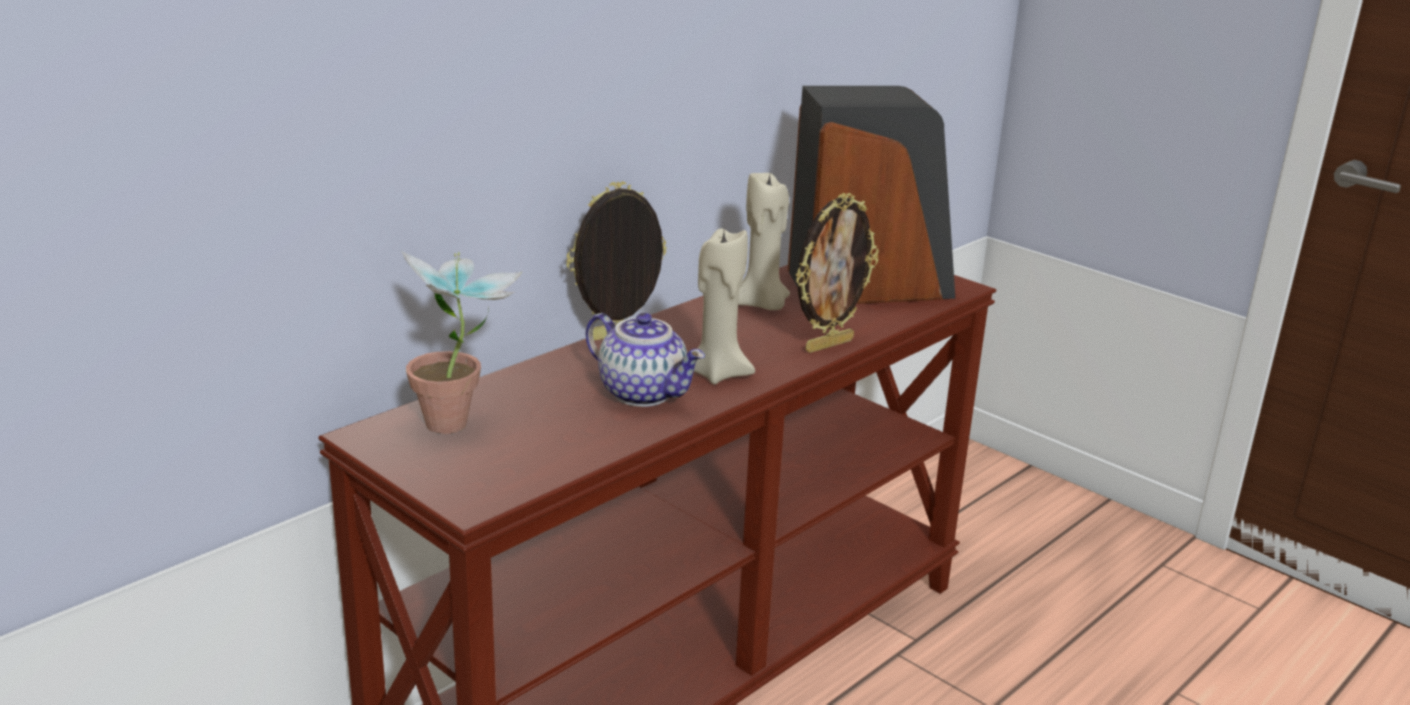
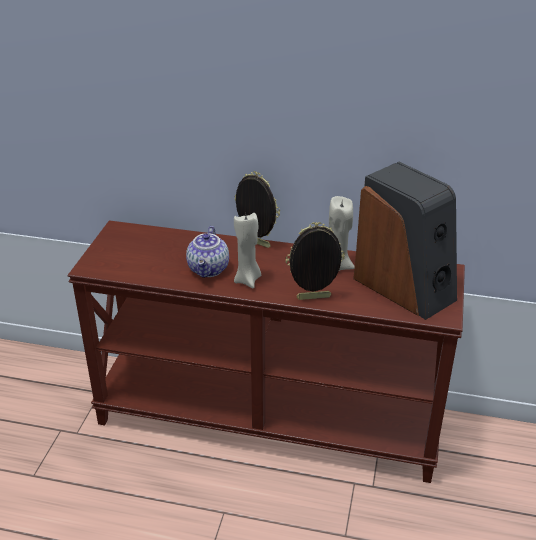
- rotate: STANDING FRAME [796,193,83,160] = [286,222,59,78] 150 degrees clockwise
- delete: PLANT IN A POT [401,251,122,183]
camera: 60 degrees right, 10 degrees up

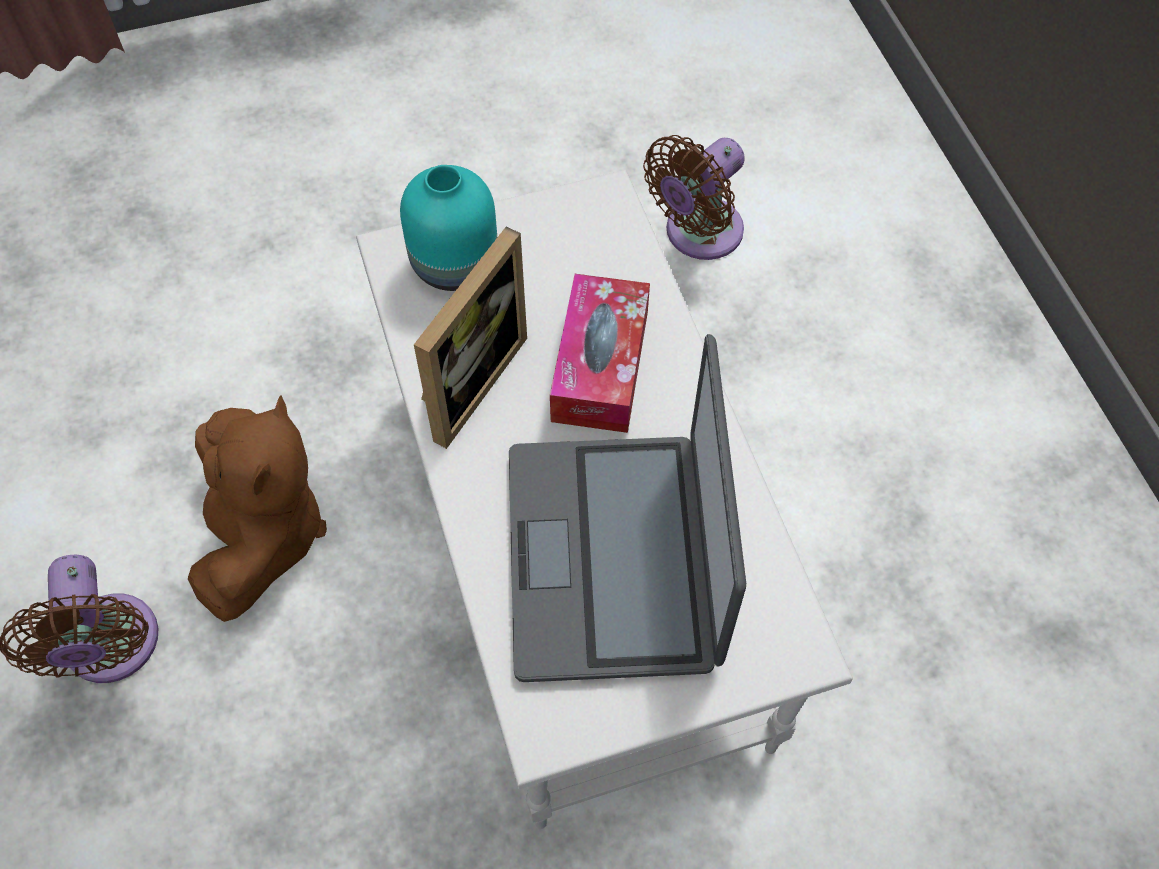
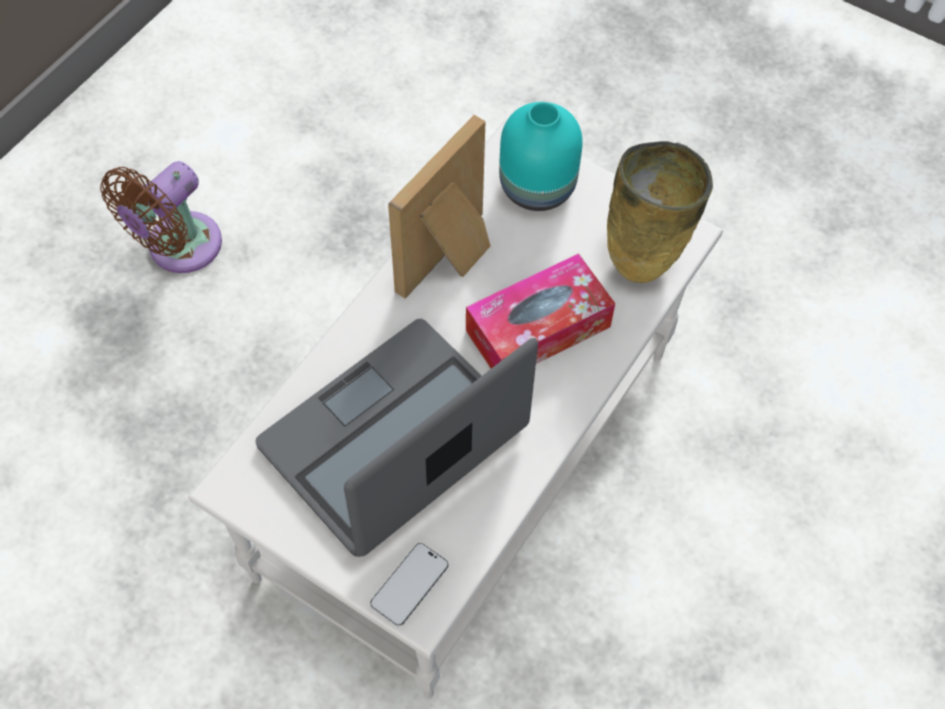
- insert: TELEPHONE [370,543,78,83]
- rotate: STANDING FRAME [414,227,113,222] = [388,115,102,184] 135 degrees clockwise
- insert: BEIGE-COLOURED FLOWER VASE [607,141,106,142]
- delete: BROWN SOFT TOY [188,395,139,227]
- delete: BROWN FAN [643,135,102,125]
camera: 50 degrees right, 0 degrees up

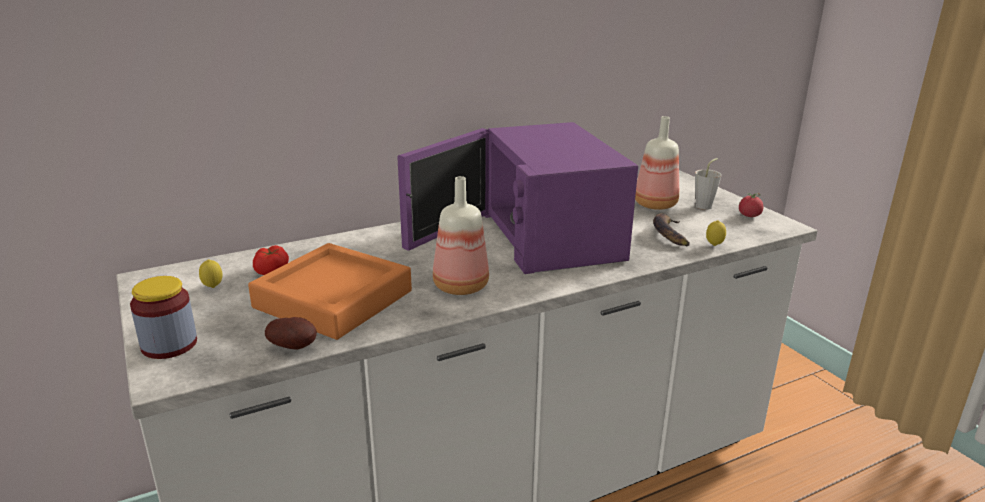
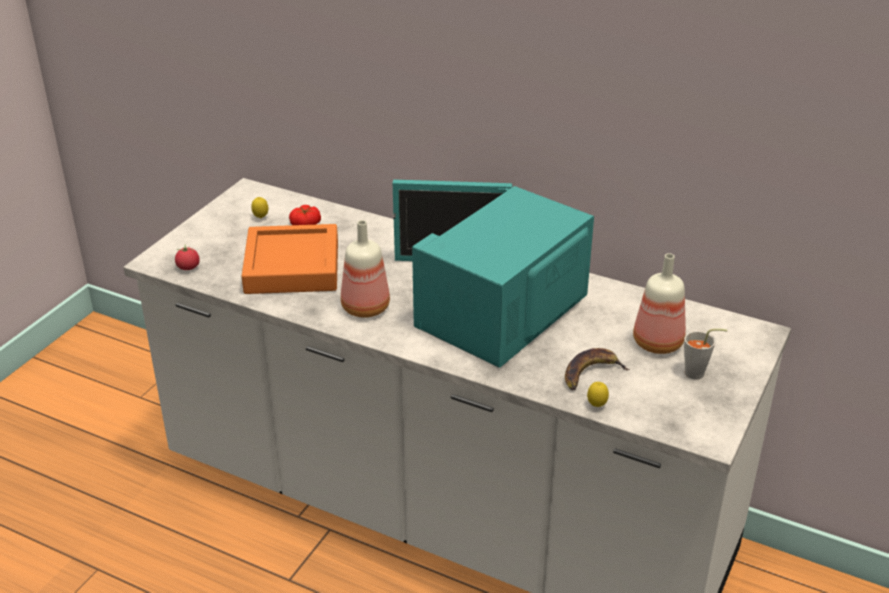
- move: TOMATO [739,193,25,24] to [175,245,25,25]
- recolor: PURPLE KITCHEN MICROWAVE [397,122,241,152] to BLUE-GREEN KITCHEN MICROWAVE [393,179,201,189]
- delete: JAR [130,276,67,83]
- delete: SPUD [265,317,52,32]
camera: 55 degrees right, 10 degrees up

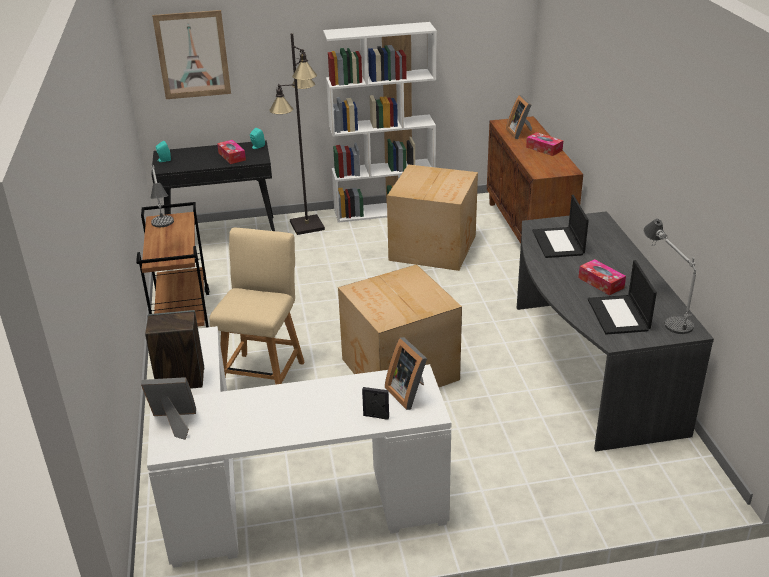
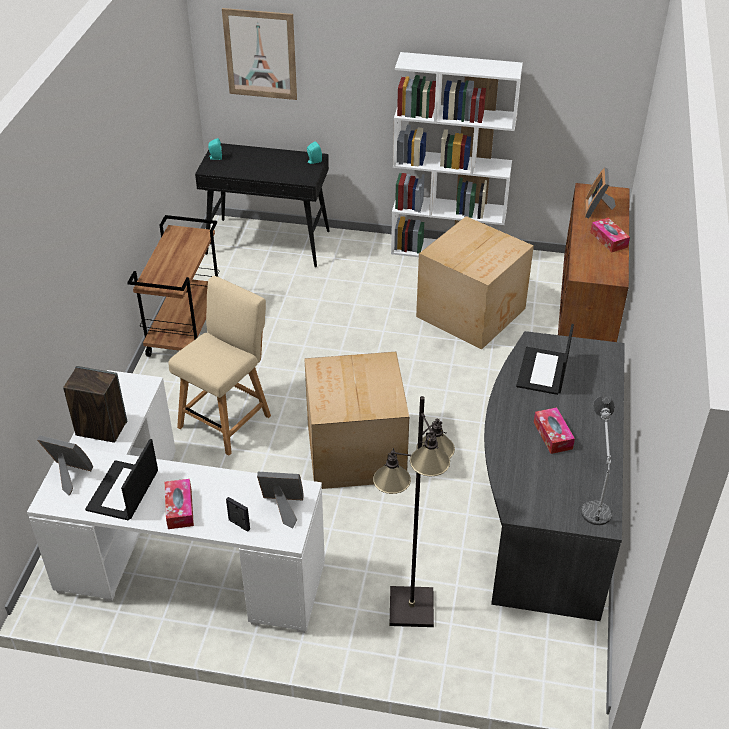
- move: LAPTOP [588,260,69,75] to [85,439,73,82]
- move: TISSUE HOLDER [217,140,29,24] to [165,479,29,50]
- rotate: STANDING FRAME [385,337,42,73] = [257,472,47,56] 105 degrees clockwise
- move: BLACK-COLOURED STANDARD LAMP [269,33,56,202] to [373,396,82,231]
- delete: TABLETOP LAMP [151,162,23,65]
camera: 20 degrees right, 10 degrees up

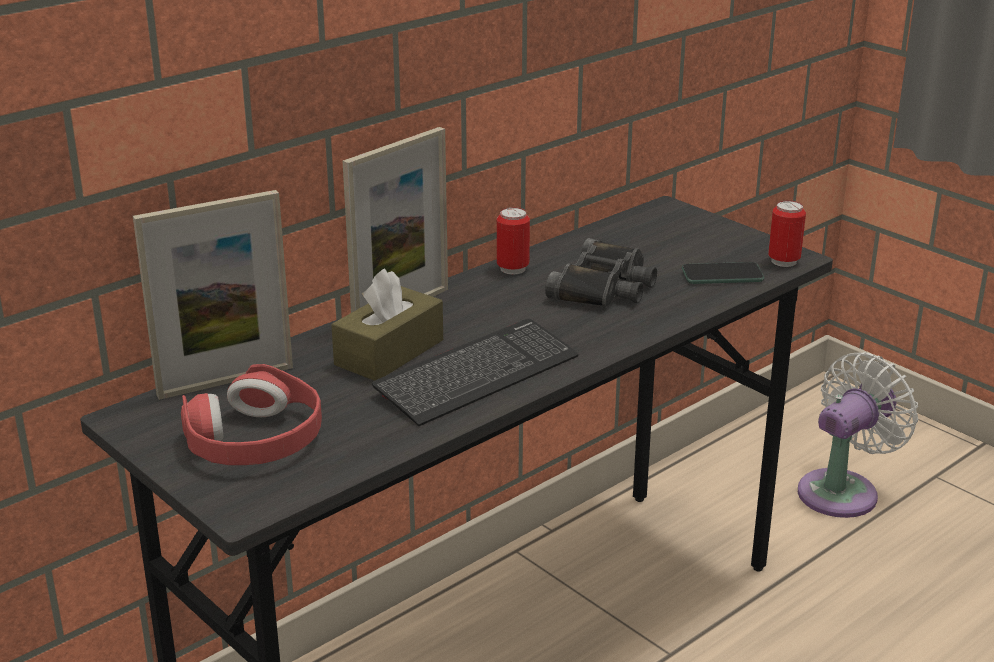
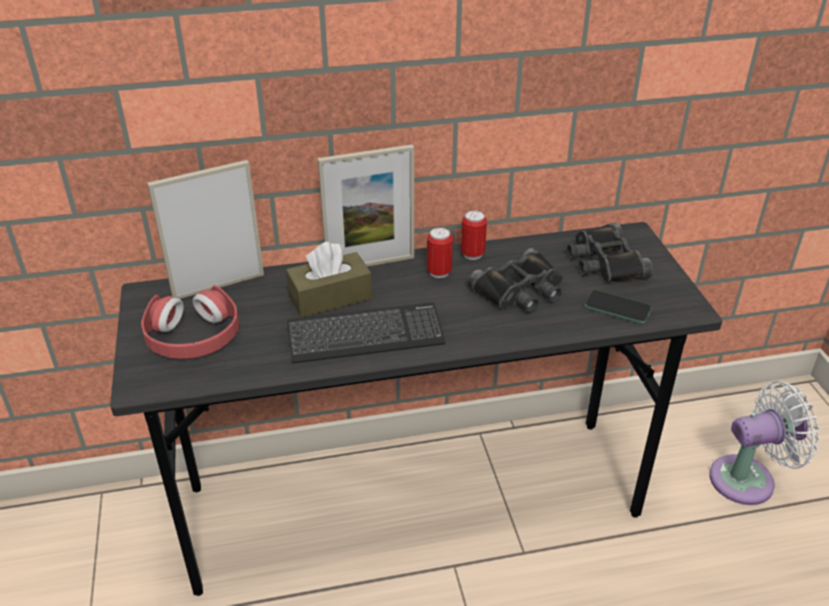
- rotate: STANDING FRAME [133,190,160,210] = [147,160,117,139] 150 degrees clockwise
- move: METAL CAN [768,200,38,67] to [427,227,26,51]
- insert: BLACK-COLOURED FIELD GLASSES [567,223,87,59]
camera: 30 degrees right, 10 degrees up

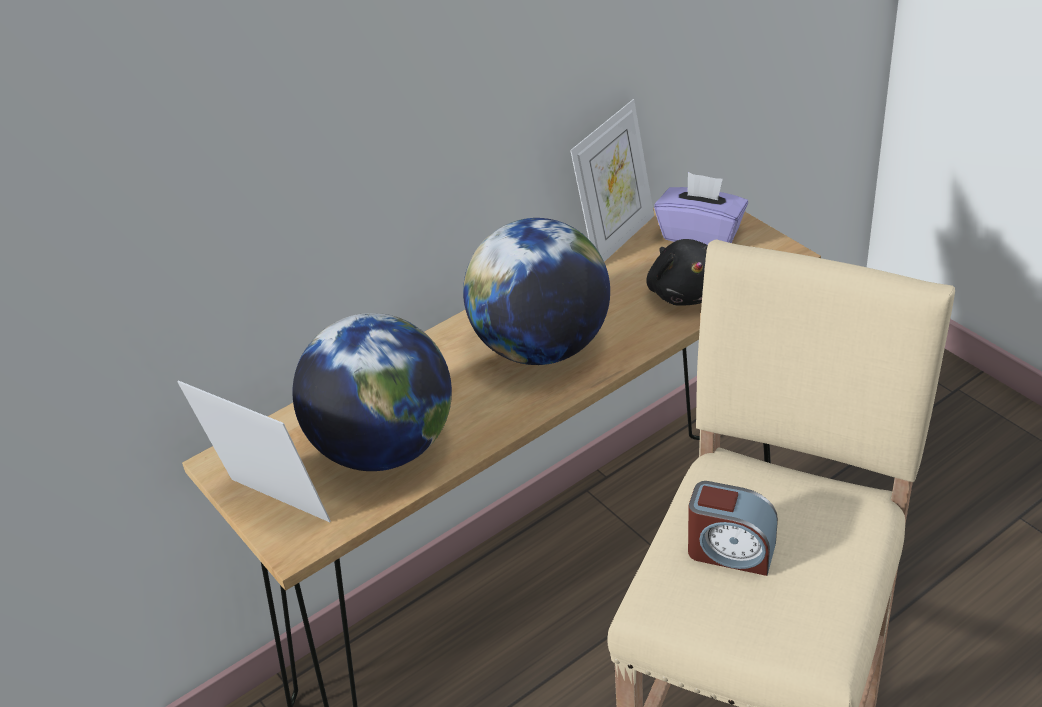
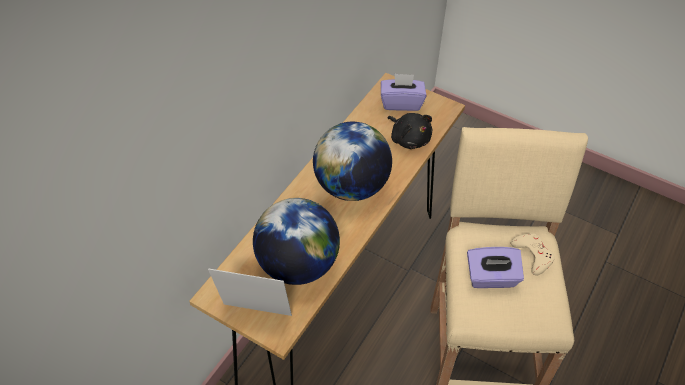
- replace: TABLE CLOCK [688,481,90,95] to PURPLE TISSUE HOLDER [467,247,57,41]
- insert: BEIGE-COLOURED JOYPAD [511,233,44,43]
- delete: STANDING FRAME [570,99,84,163]
camera: 25 degrees left, 10 degrees up

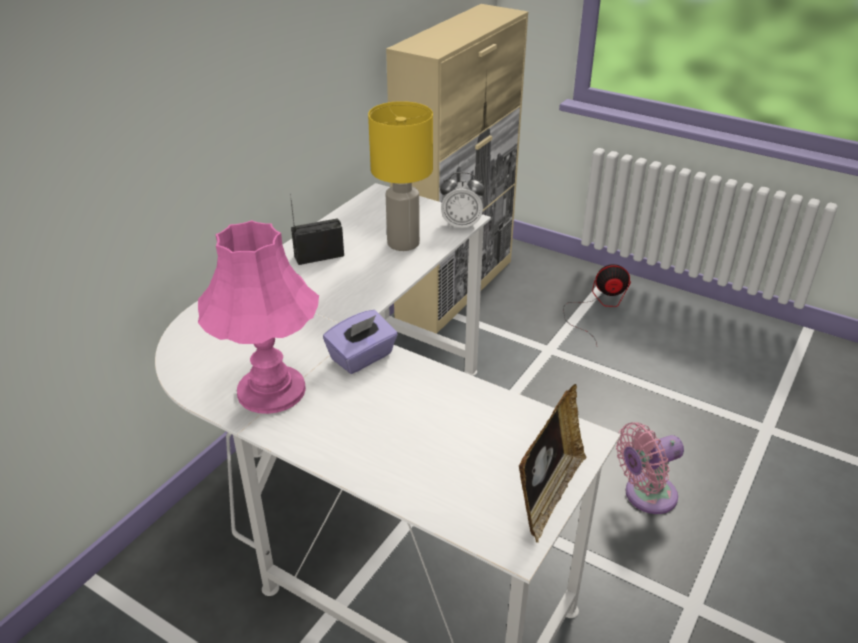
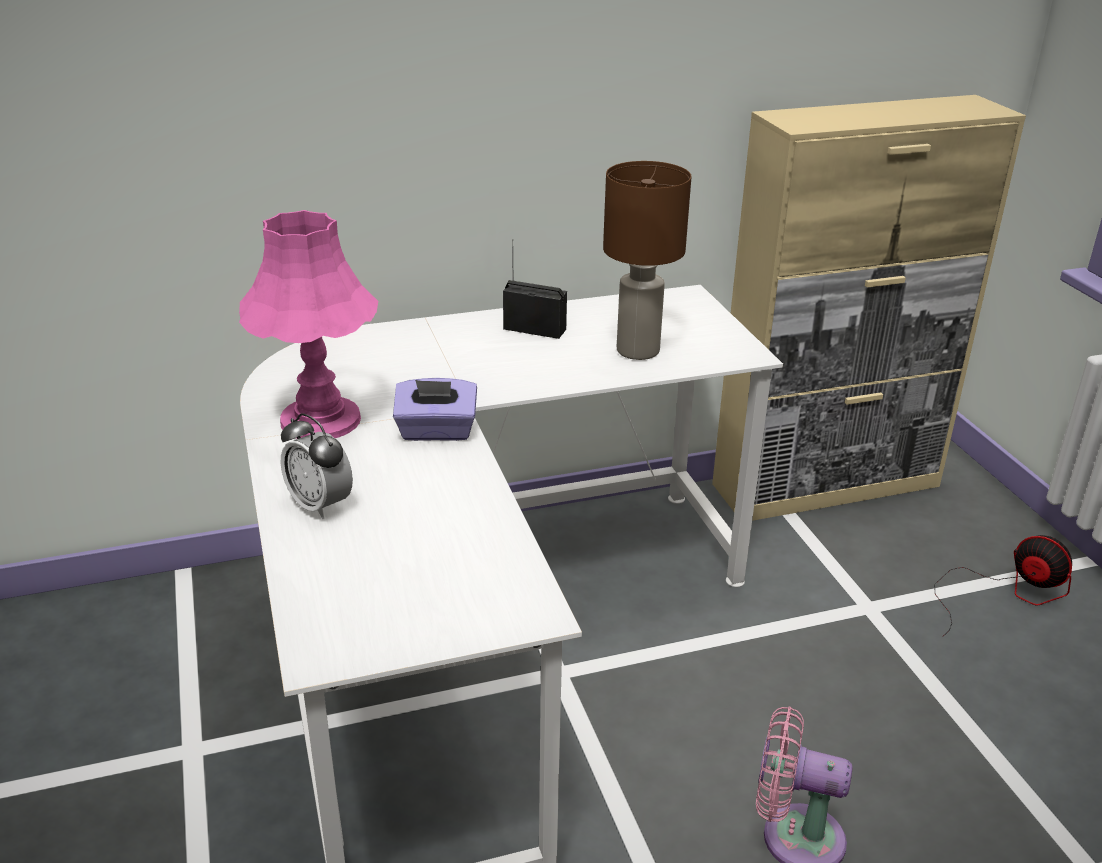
- move: TABLE CLOCK [440,172,45,58] to [281,413,72,106]
- recolor: YELLOWISH TABLETOP LAMP [368,101,65,150] to BROWN TABLETOP LAMP [603,161,89,199]
- delete: STANDING FRAME [519,384,68,159]
camera: 40 degrees right, 5 degrees down

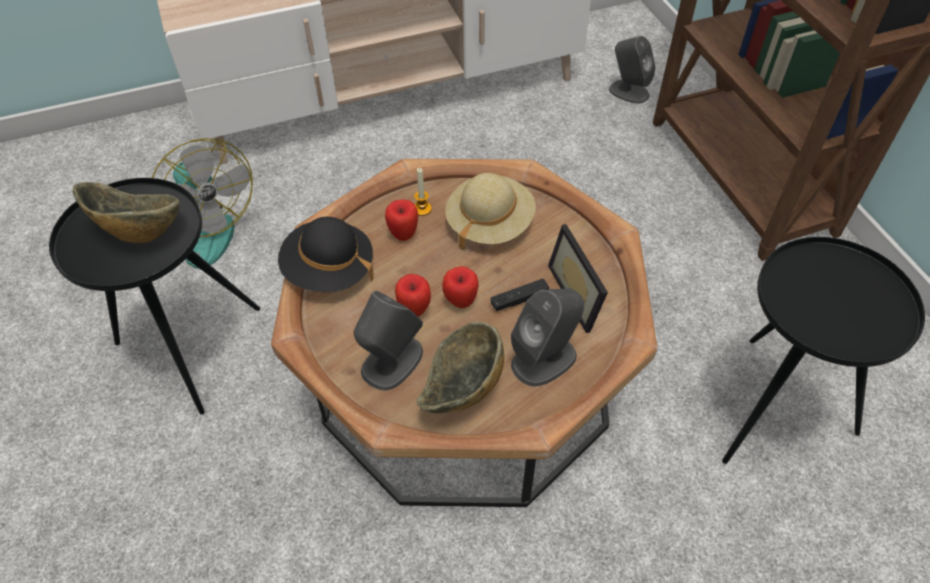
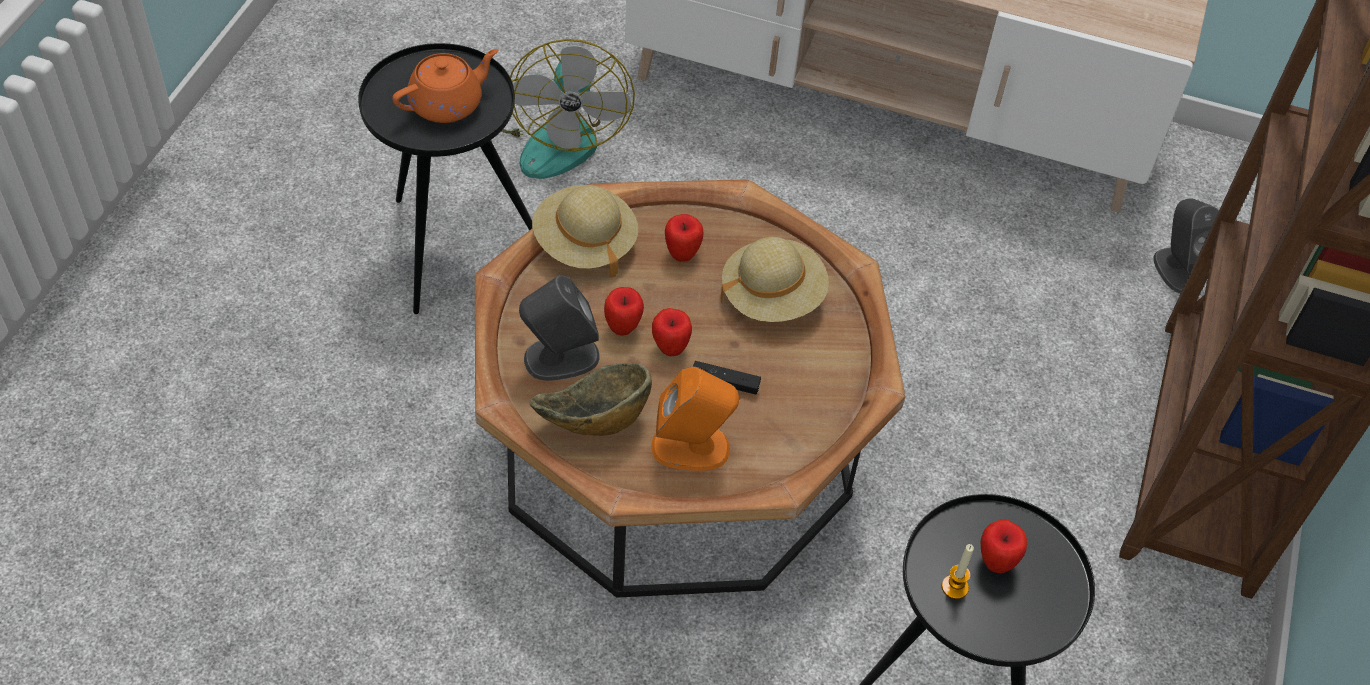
- replace: BOWL [73,182,107,61] to ORANGE POT FOR TEA [392,49,106,74]
- recolor: BLACK-COLOURED CLOTHING HAT [278,217,96,75] to BEIGE-COLOURED CLOTHING HAT [532,185,106,92]
- recolor: GREYISH SPEAKER [511,288,73,99] to ORANGE SPEAKER [651,366,88,105]
- move: WAX LIGHT [414,168,18,48] to [942,544,32,55]
- insert: APPLE [981,520,46,54]
- delete: STANDING FRAME [548,224,60,109]
camera: 35 degrees right, 0 degrees up

